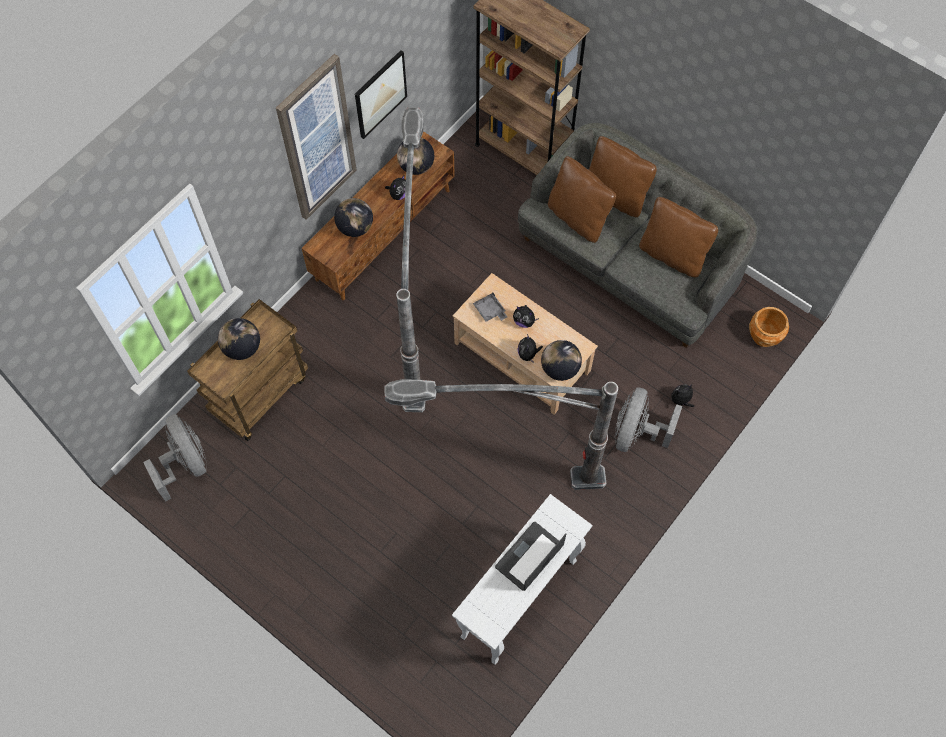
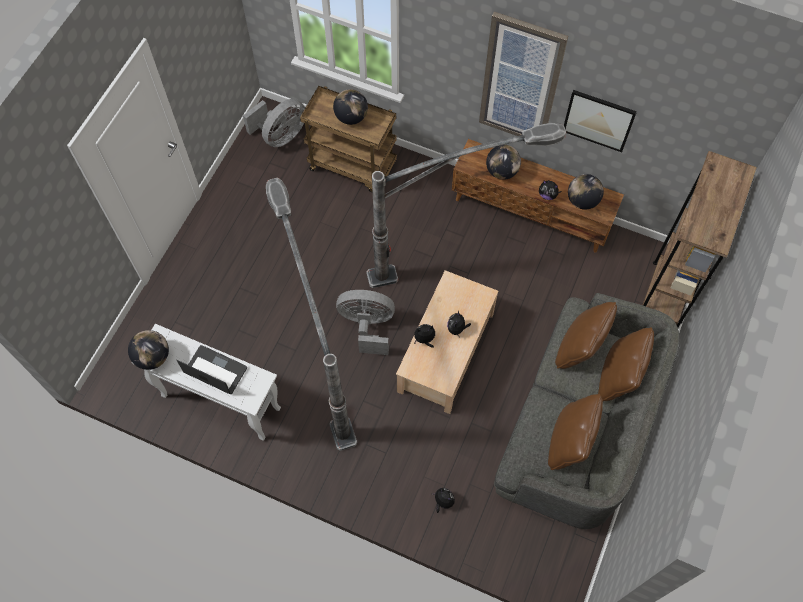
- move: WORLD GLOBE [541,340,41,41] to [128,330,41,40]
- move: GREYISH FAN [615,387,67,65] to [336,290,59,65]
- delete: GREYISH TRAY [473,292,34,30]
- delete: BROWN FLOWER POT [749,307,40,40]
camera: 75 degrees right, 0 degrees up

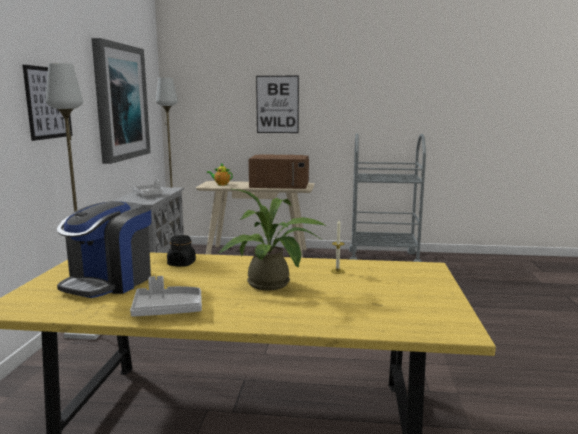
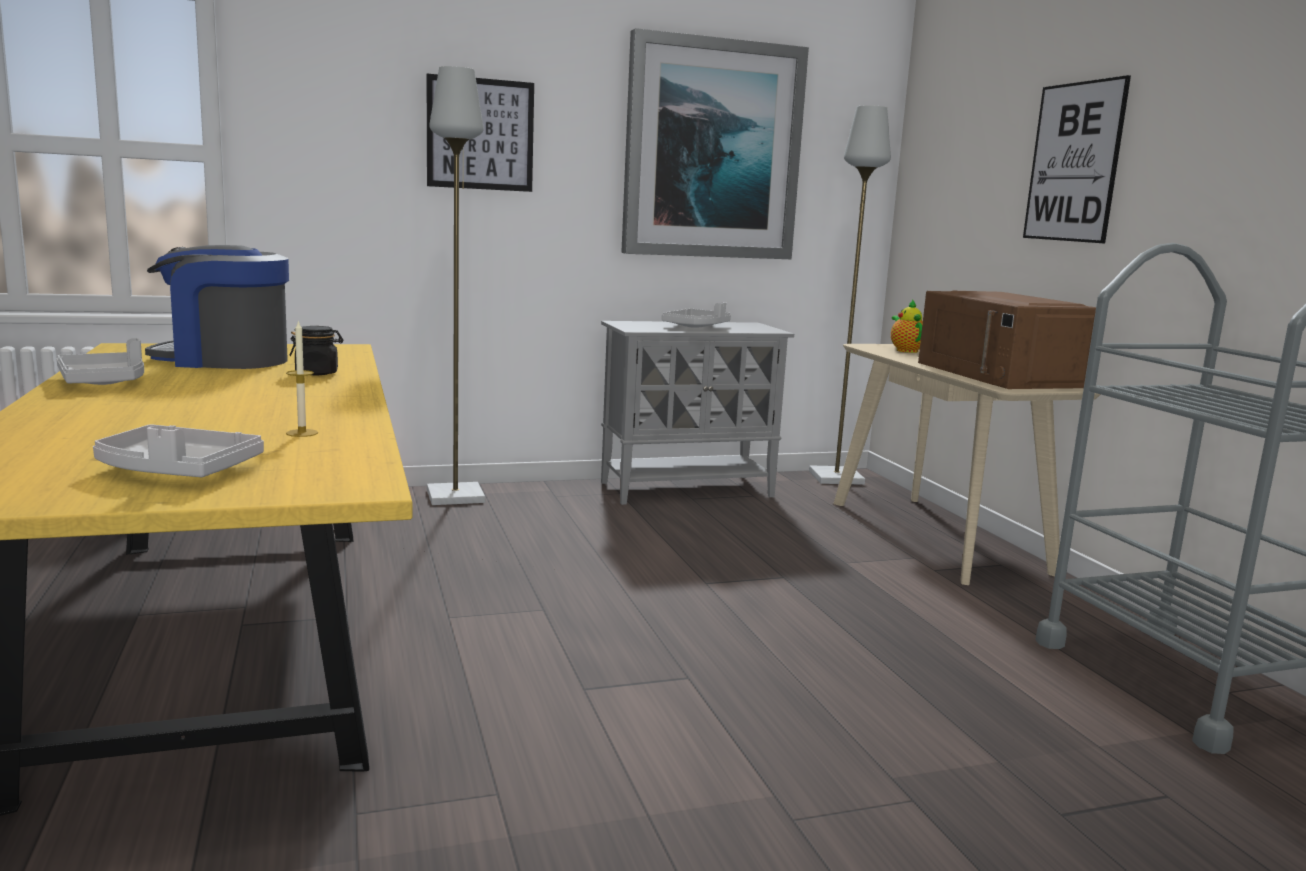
- insert: GREYISH TRAY [93,424,171,53]
- delete: PLANT IN A POT [218,189,108,102]
camera: 65 degrees right, 0 degrees up

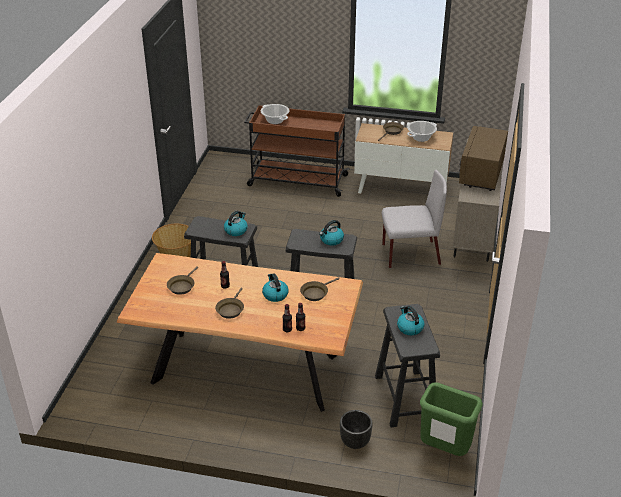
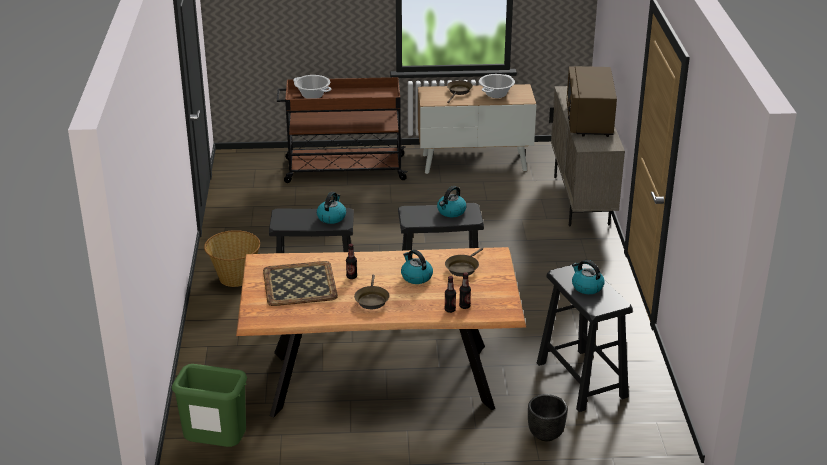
- move: GREEN-COLOURED TRASH CAN [420,382,63,74] to [172,364,75,83]
- replace: BROWN SKILLET [167,266,31,29] to TRAY [263,261,75,45]
- delete: GREYISH UPRIGHT CHAIR [382,170,65,98]
camera: 15 degrees left, 5 degrees down

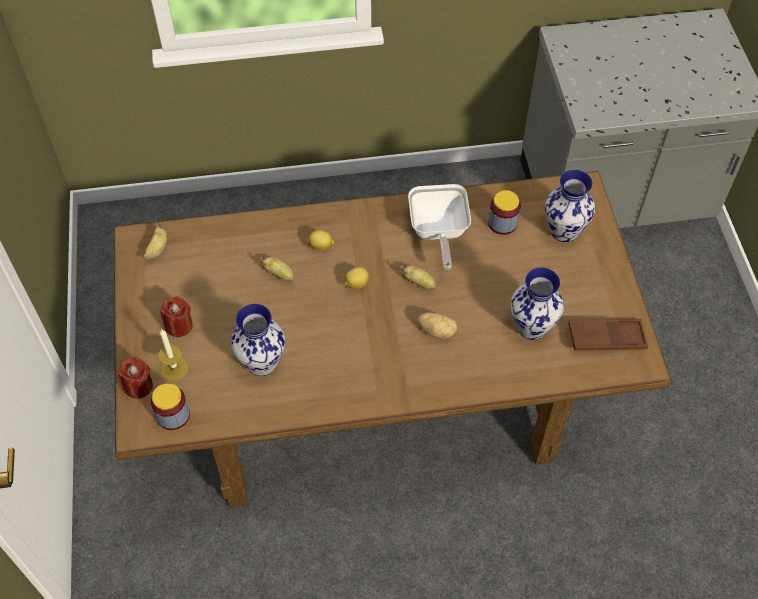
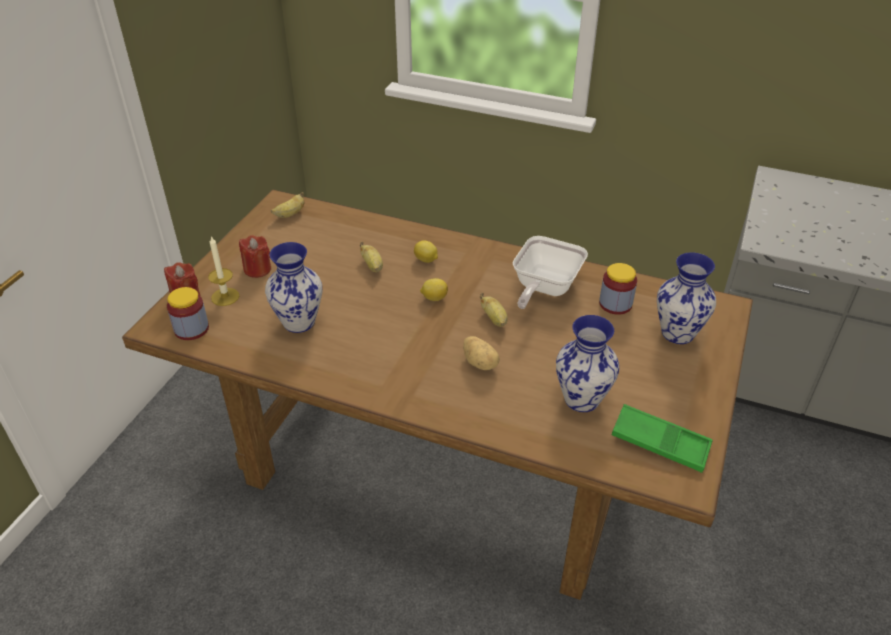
- recolor: BROWN TRAY [568,319,80,31] to GREEN-COLOURED TRAY [612,404,101,69]
camera: 30 degrees right, 15 degrees down

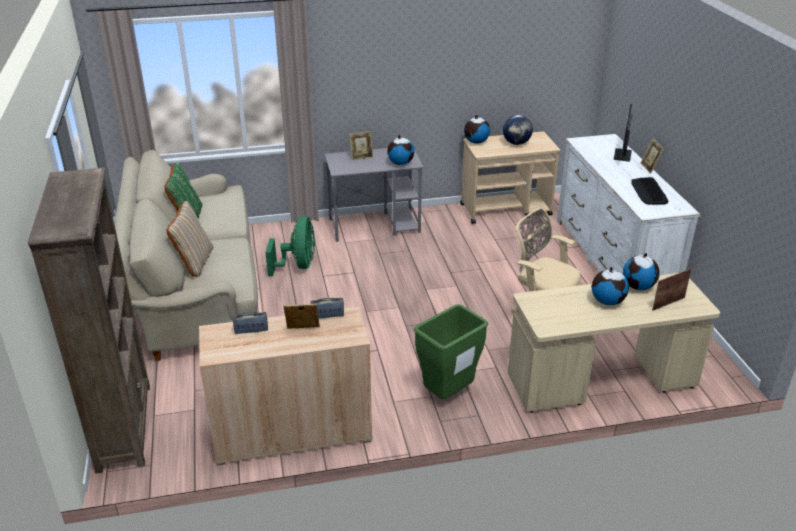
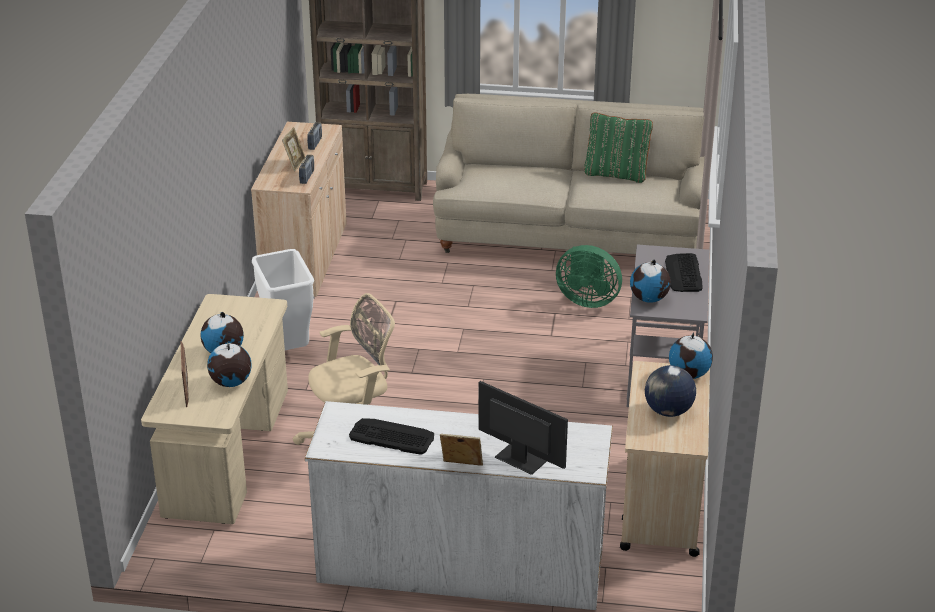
- recolor: GREEN-COLOURED TRASH CAN [414,304,74,96] to WHITE TRASH CAN [252,249,62,101]
- replace: STANDING FRAME [349,131,24,29] to PC KEYBOARD [665,253,38,39]
- delete: BEIGE-COLOURED PILLOW [167,201,46,76]
camera: 110 degrees right, 0 degrees up

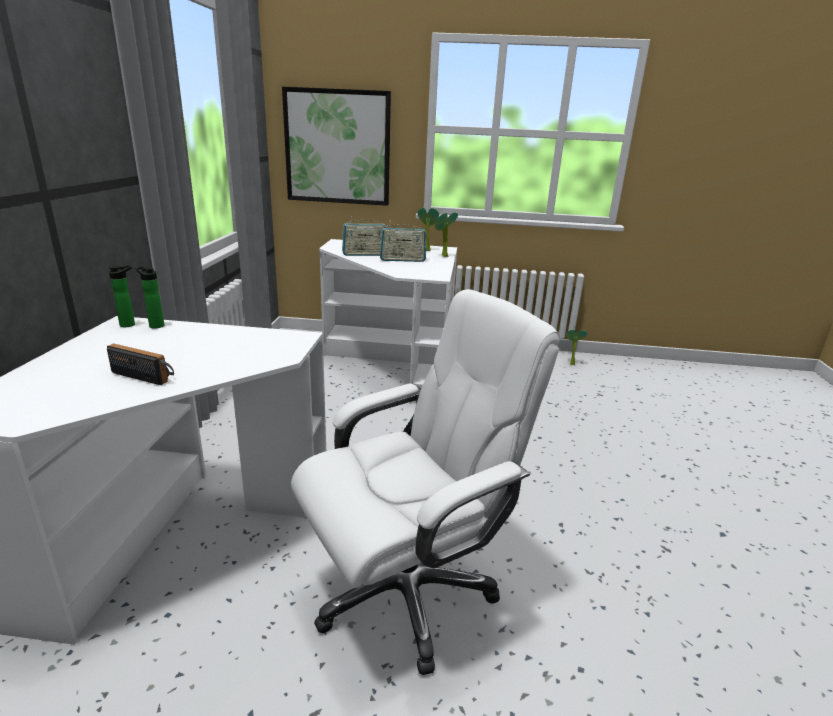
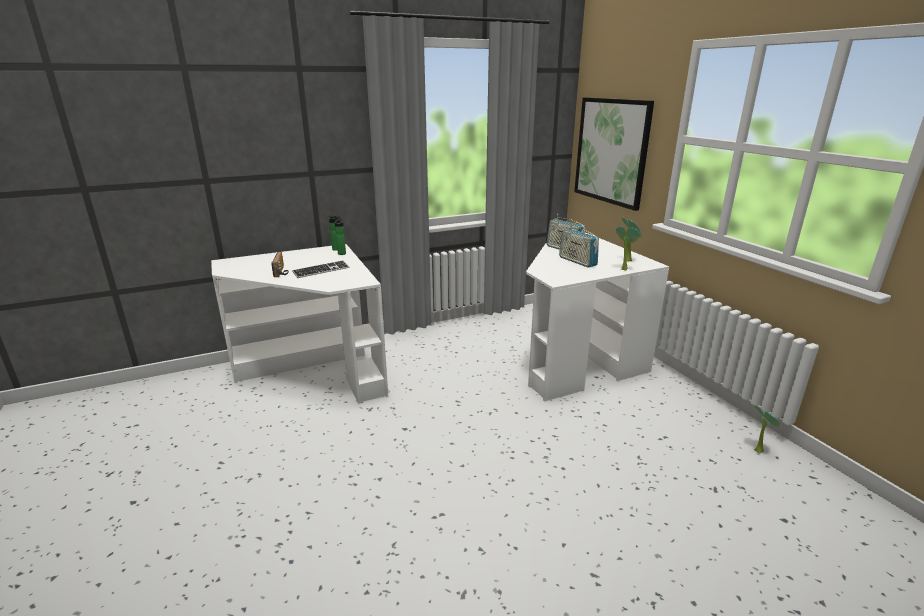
- insert: PC KEYBOARD [292,260,57,18]
- delete: WHITE OFFICE CHAIR [291,289,269,386]
camera: 60 degrees right, 0 degrees up

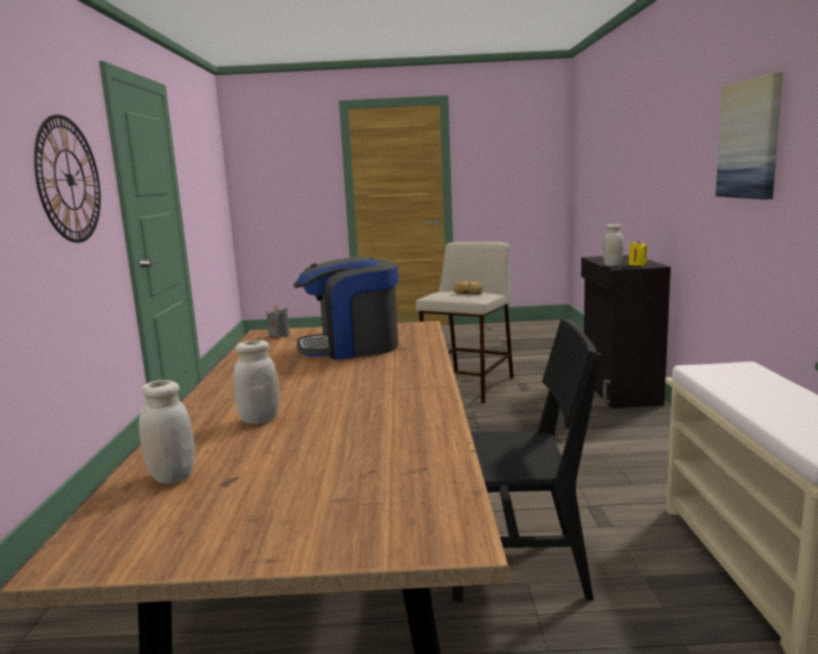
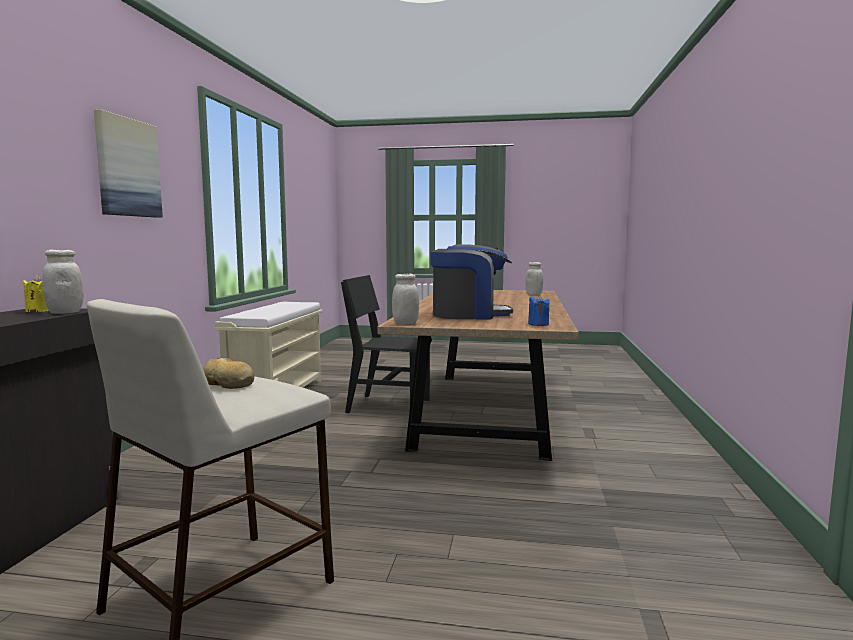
- move: WHITE JAR [233,340,47,84] to [392,274,27,51]
- recolor: GREYISH WAX LIGHT [266,305,24,33] to BLUISH WAX LIGHT [528,295,21,31]
- delete: WALL CLOCK [34,115,67,128]
camera: 170 degrees left, 5 degrees down

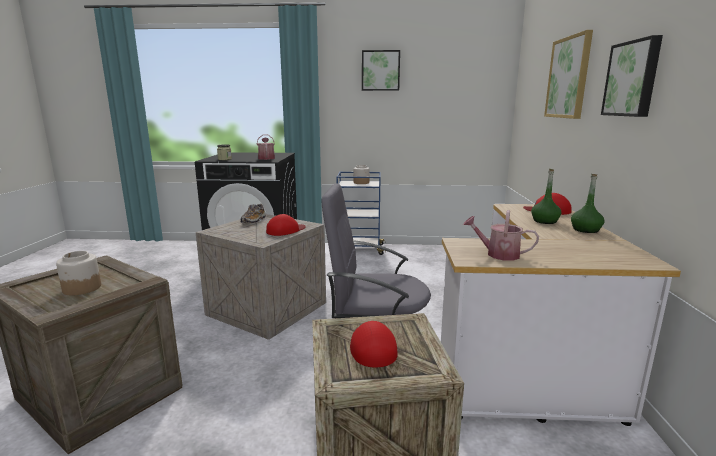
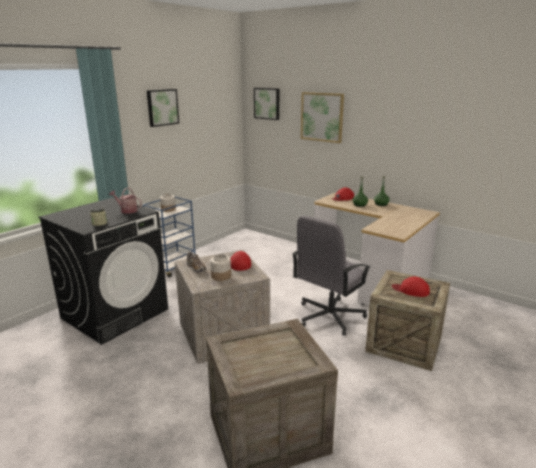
- move: JAR [56,251,45,44] to [210,254,21,27]
- move: WALL ART [601,35,62,82] to [254,88,25,32]
- delete: WATERING POT [463,210,76,51]
camera: 55 degrees left, 5 degrees up

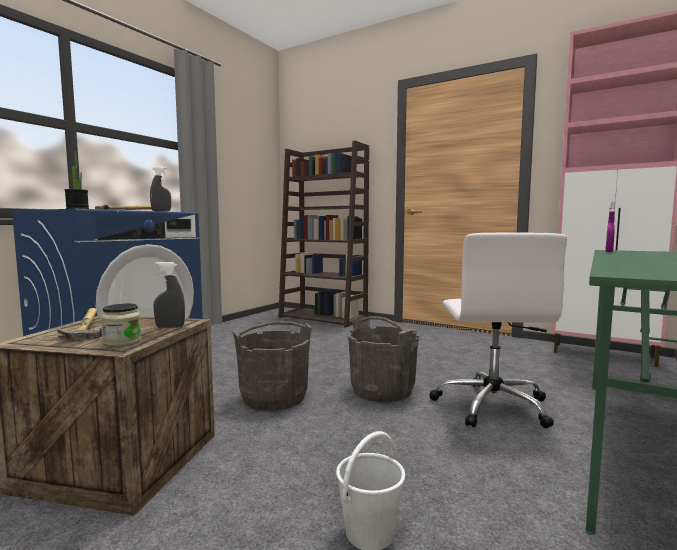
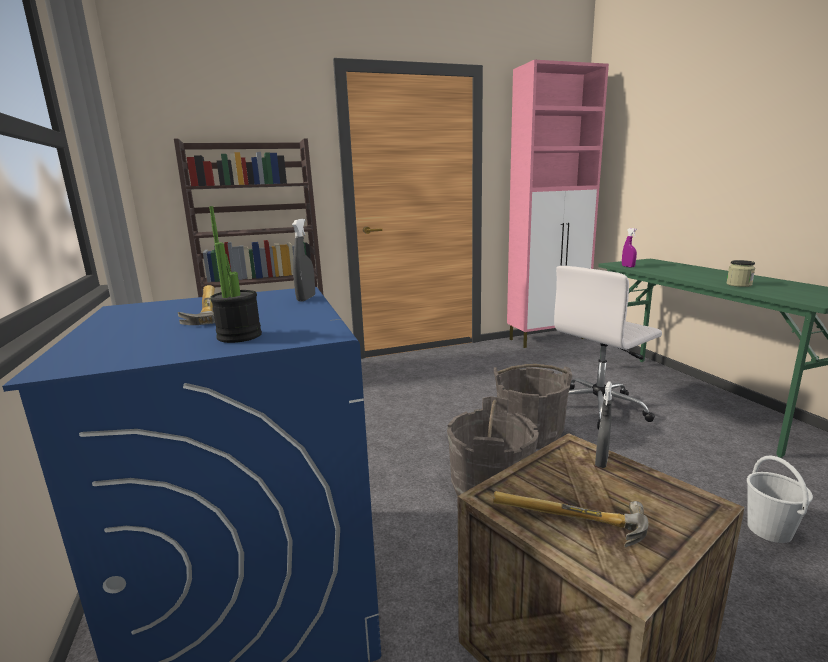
- rotate: WHITE OFFICE CHAIR [429,233,138,195] = [554,266,108,164] 105 degrees clockwise
- move: JAR [101,303,40,44] to [726,260,29,27]
camera: 50 degrees left, 10 degrees up

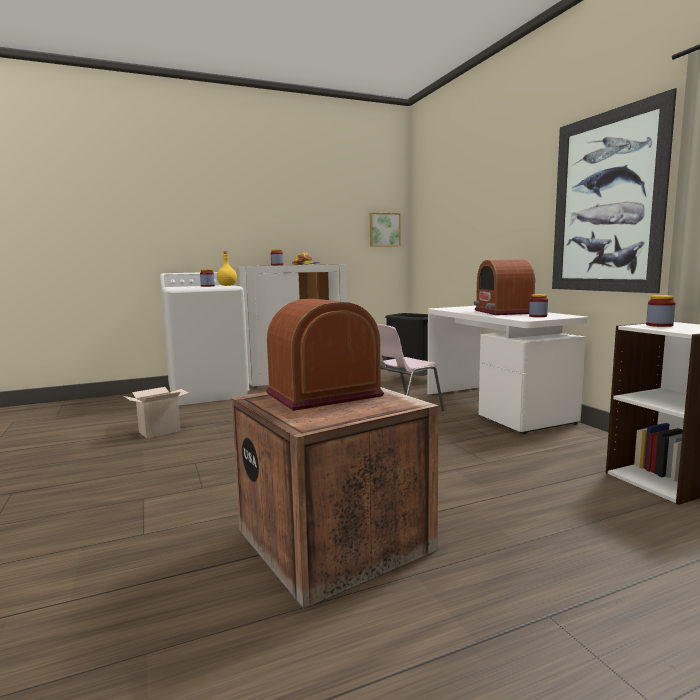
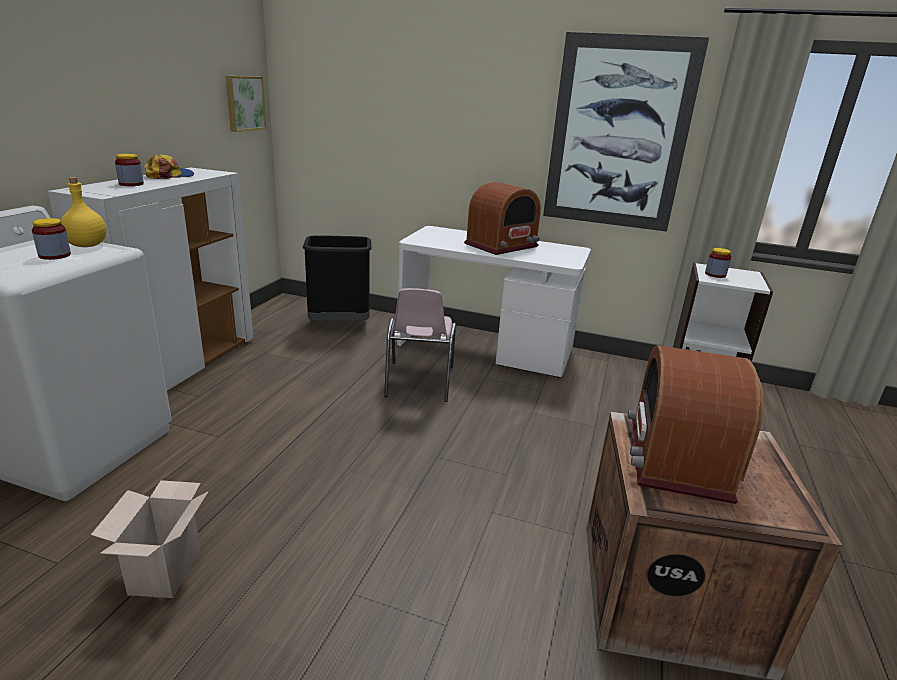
- rotate: RADIO RECEIVER [474,259,61,56] = [464,182,77,73] 75 degrees counterclockwise
- delete: JAR [529,294,19,23]
camera: 50 degrees left, 15 degrees up

